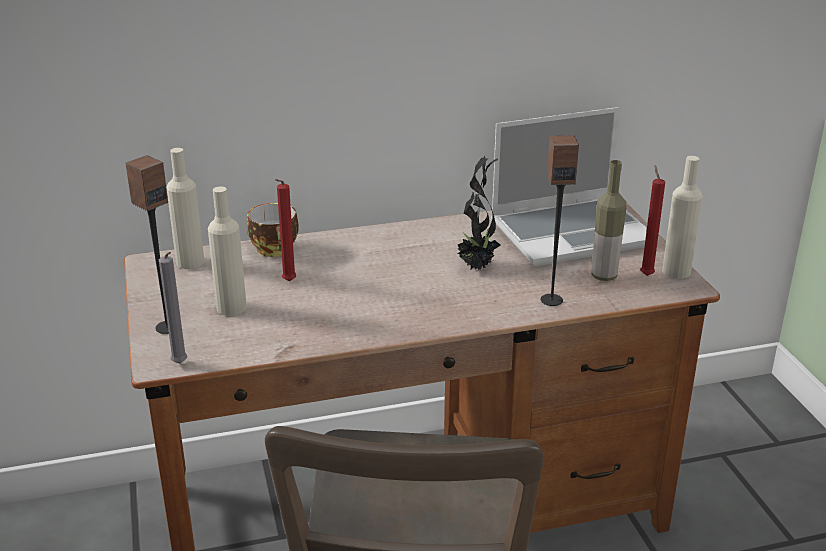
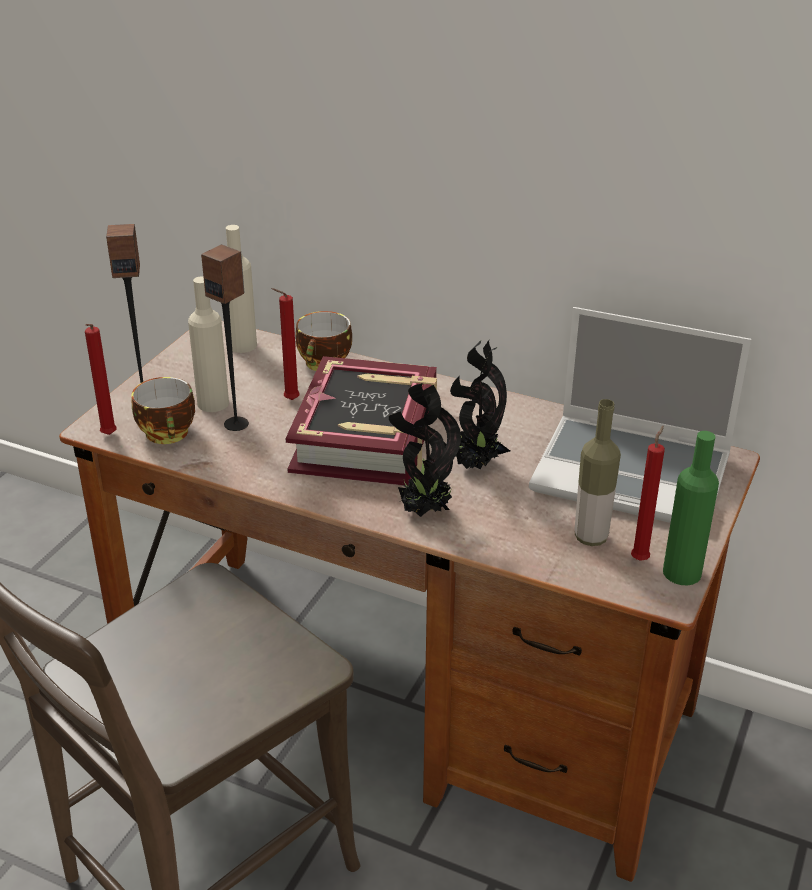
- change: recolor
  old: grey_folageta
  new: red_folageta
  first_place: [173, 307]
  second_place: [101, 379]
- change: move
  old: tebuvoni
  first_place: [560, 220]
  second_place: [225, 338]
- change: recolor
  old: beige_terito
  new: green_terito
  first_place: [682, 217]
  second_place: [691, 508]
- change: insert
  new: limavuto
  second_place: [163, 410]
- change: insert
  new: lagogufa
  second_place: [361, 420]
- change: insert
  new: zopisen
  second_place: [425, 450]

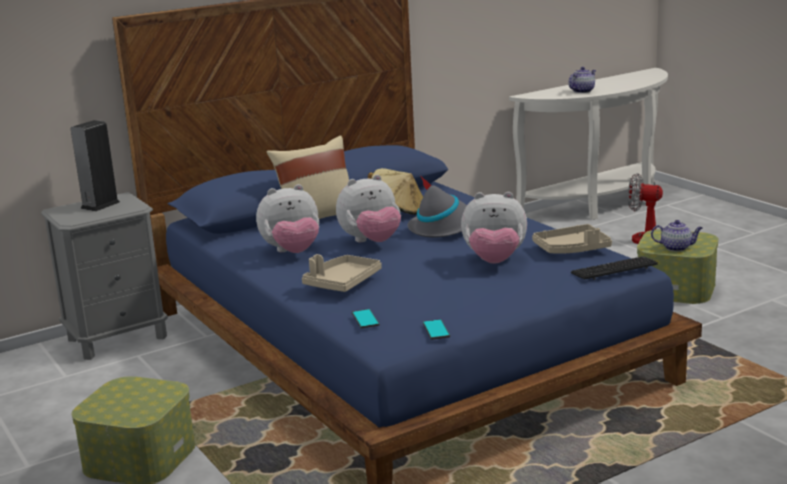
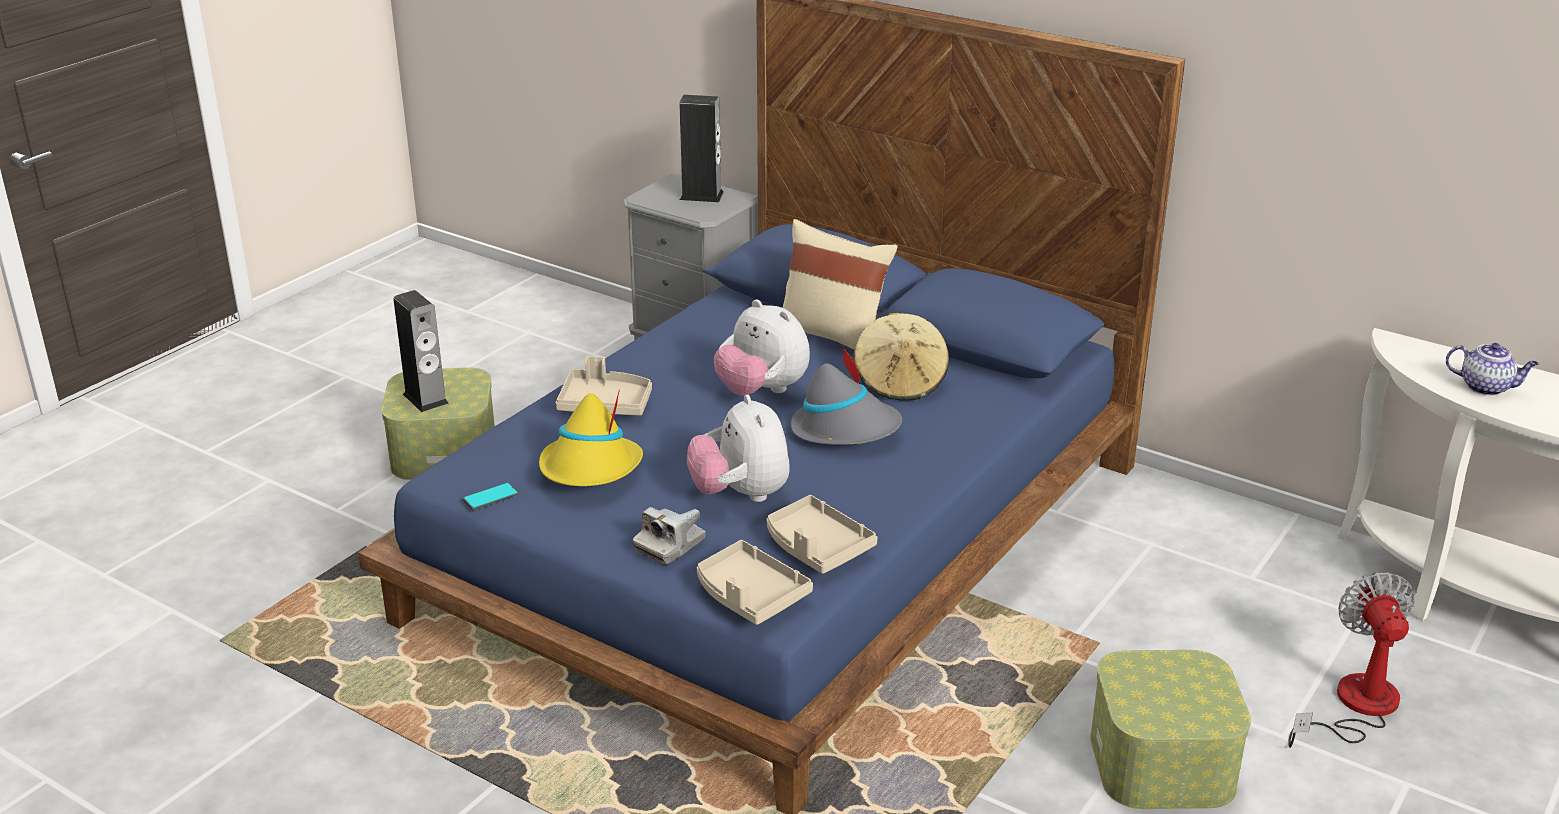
- change: delete
  old: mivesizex
  first_place: [287, 218]
- change: delete
  old: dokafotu
  first_place: [365, 318]
- change: replace
  old: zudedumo
  new: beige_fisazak
  first_place: [614, 268]
  second_place: [755, 582]
- change: delete
  old: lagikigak
  first_place: [677, 235]
- change: insert
  new: tebuvoni
  second_place: [421, 351]
- change: insert
  new: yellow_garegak
  second_place: [591, 438]
- change: insert
  new: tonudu
  second_place: [669, 536]

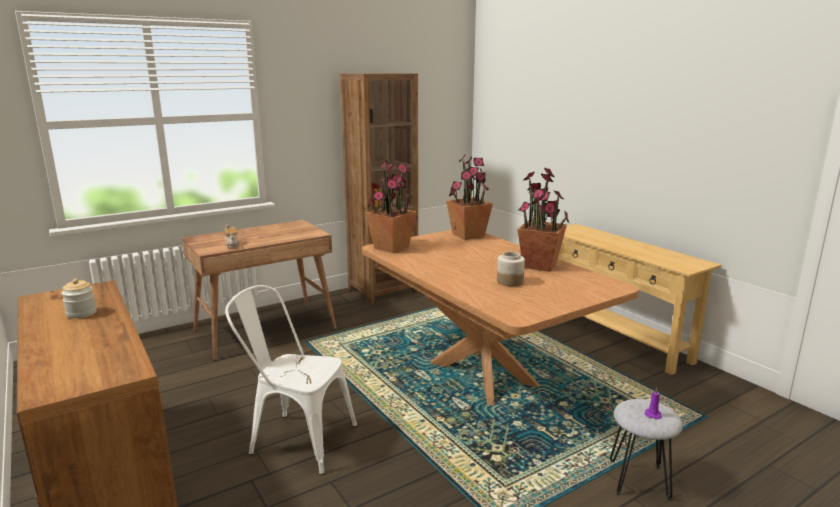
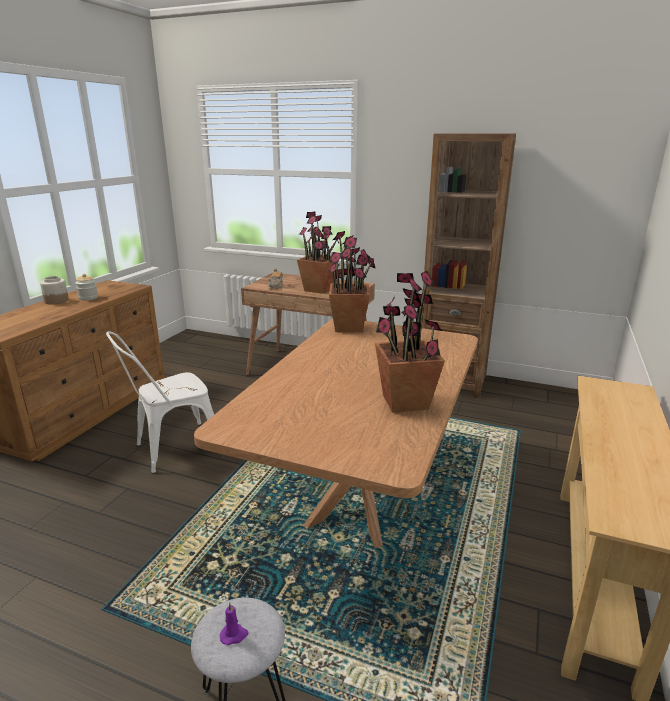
- change: rotate
  old: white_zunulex
  first_place: [291, 380]
  second_place: [160, 402]
  degrees: -105
- change: move
  old: zopisen
  first_place: [469, 197]
  second_place: [318, 253]
- change: move
  old: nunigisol
  first_place: [511, 269]
  second_place: [54, 290]

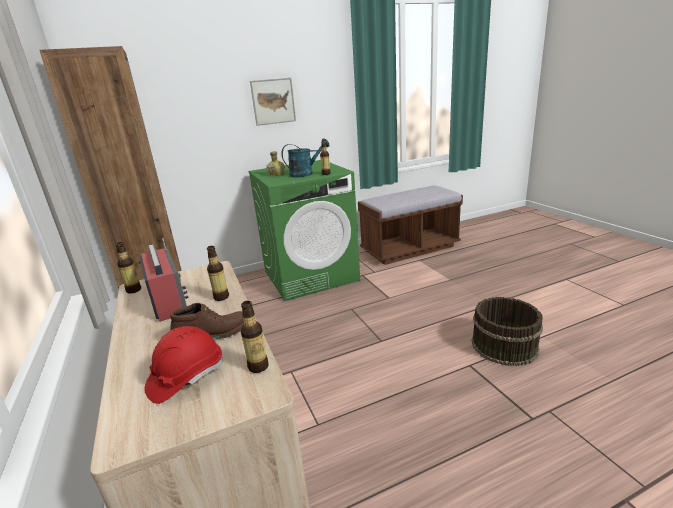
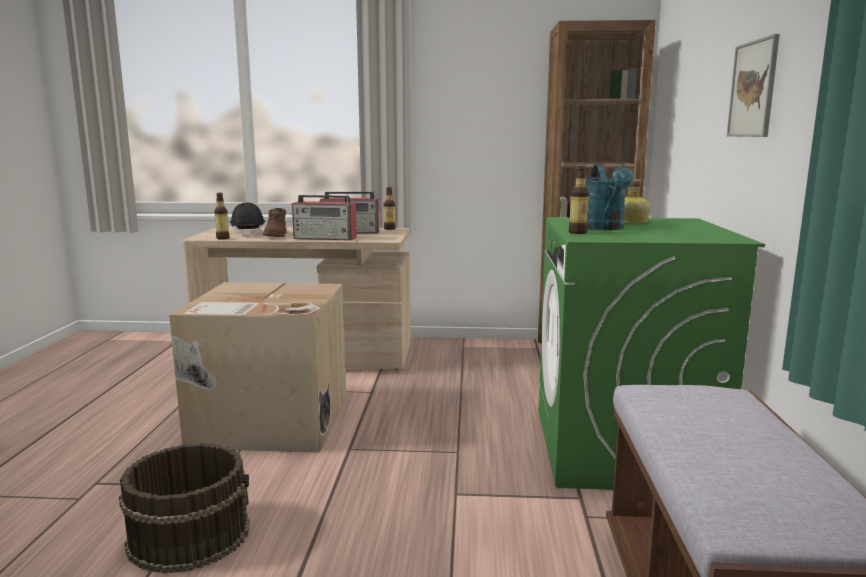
- change: recolor
  old: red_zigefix
  new: black_zigefix
  first_place: [183, 365]
  second_place: [247, 219]
- change: replace
  old: terito
  new: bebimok
  first_place: [218, 273]
  second_place: [324, 217]
- change: insert
  new: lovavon
  second_place: [257, 367]

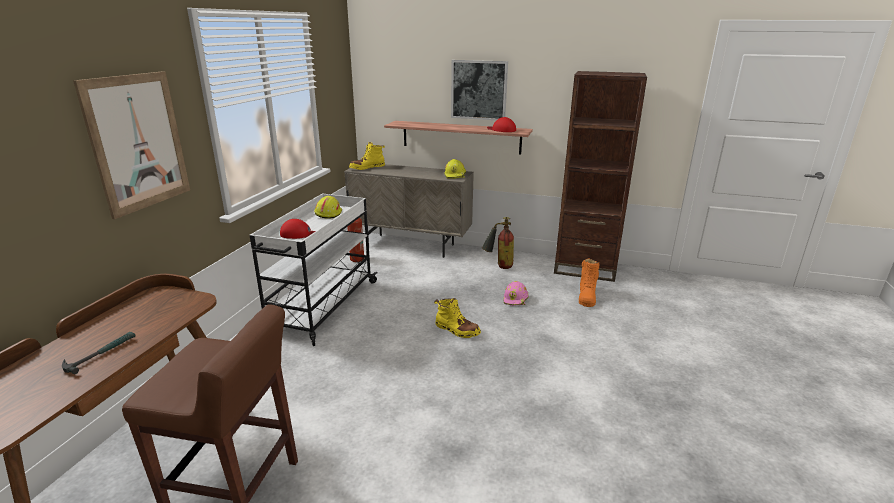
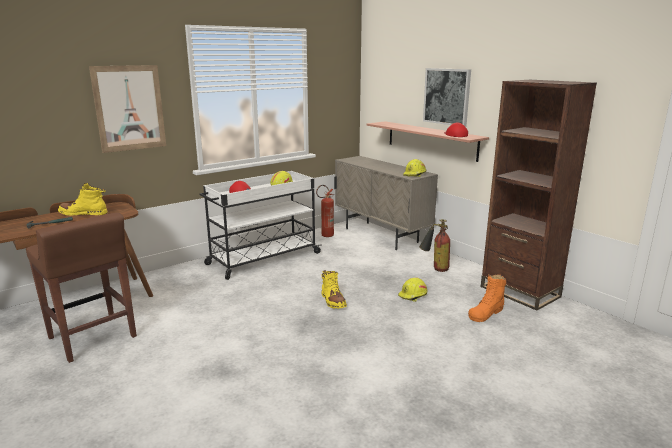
- change: move
  old: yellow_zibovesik
  first_place: [367, 156]
  second_place: [83, 199]
- change: recolor
  old: pink_zigefix
  new: yellow_zigefix
  first_place: [516, 293]
  second_place: [413, 289]

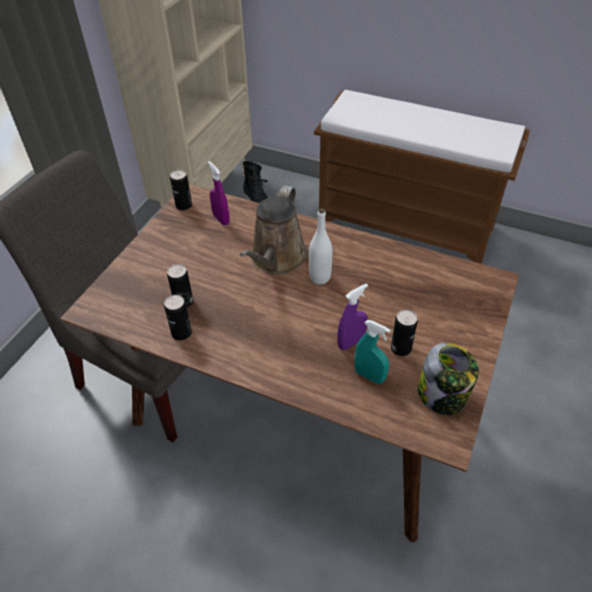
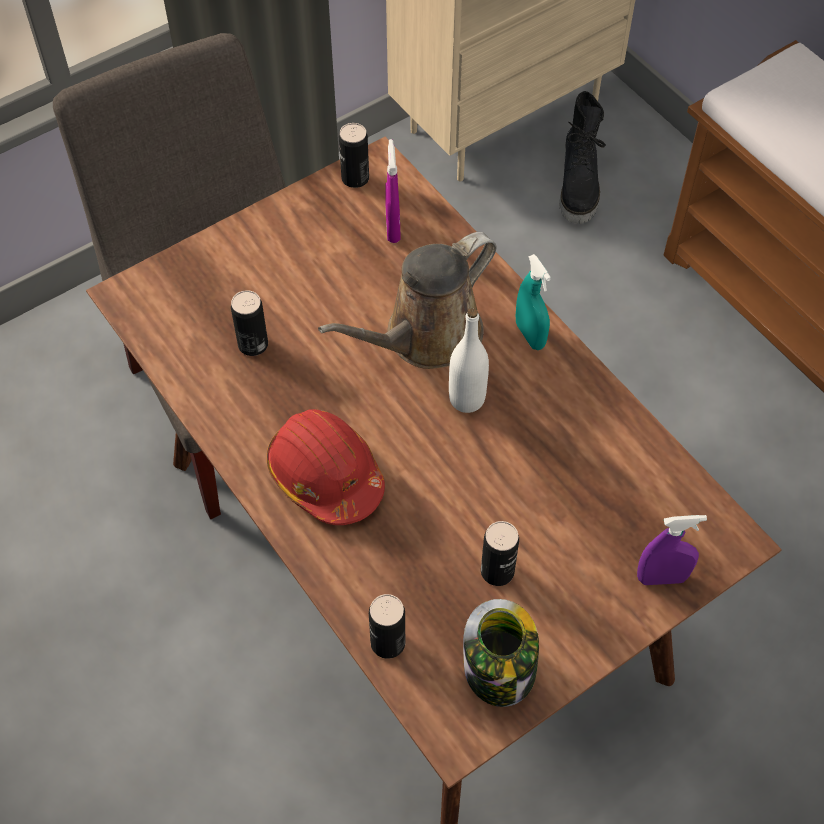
- change: move
  old: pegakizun
  first_place: [178, 317]
  second_place: [387, 626]
- change: move
  old: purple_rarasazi
  first_place: [352, 317]
  second_place: [672, 550]
- change: move
  old: turquoise_rarasazi
  first_place: [373, 352]
  second_place: [533, 302]
- change: insert
  new: red_zigefix
  second_place: [326, 467]

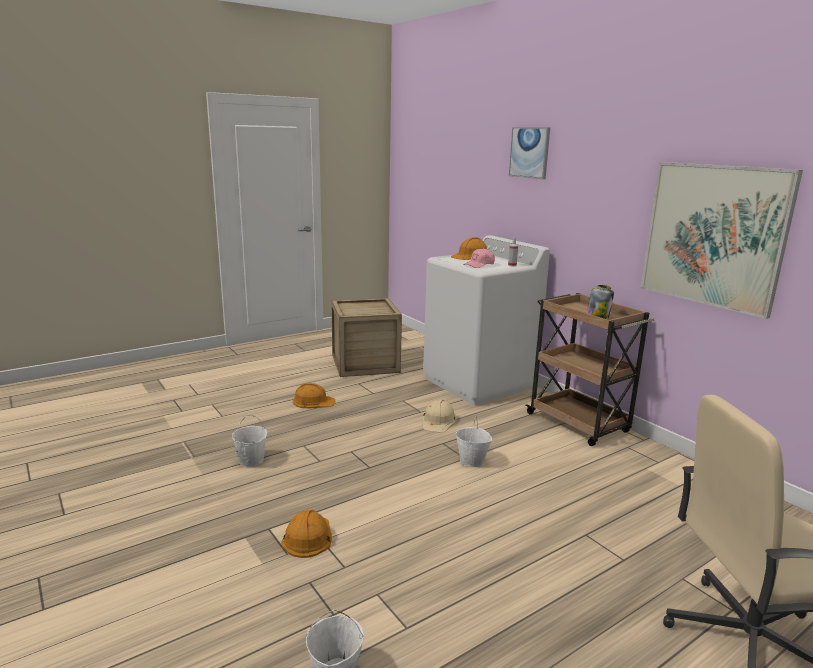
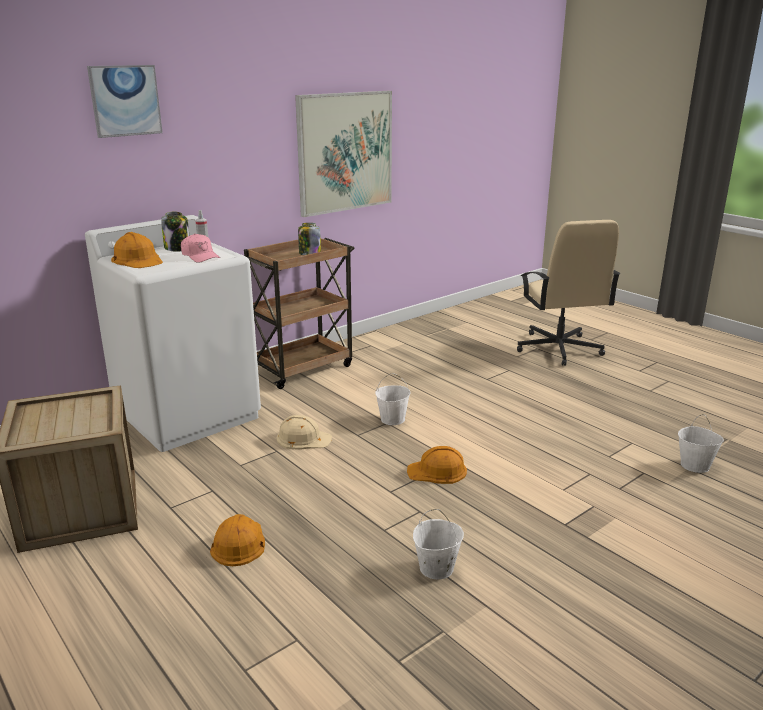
- change: move
  old: orange_zigefix
  first_place: [307, 534]
  second_place: [437, 465]
- change: insert
  new: nunigisol
  second_place: [175, 232]

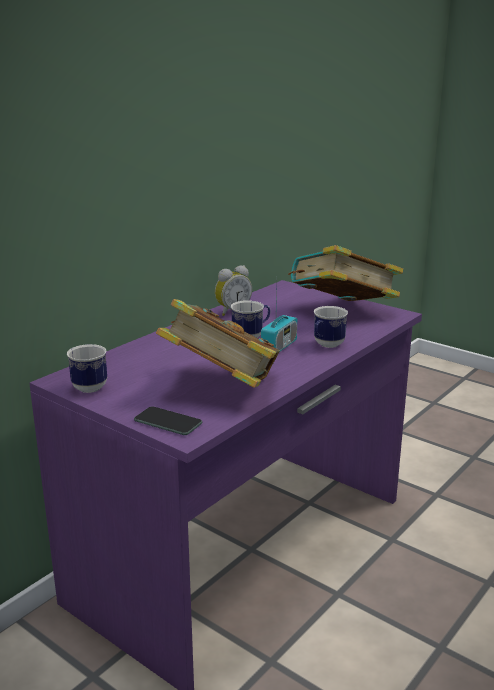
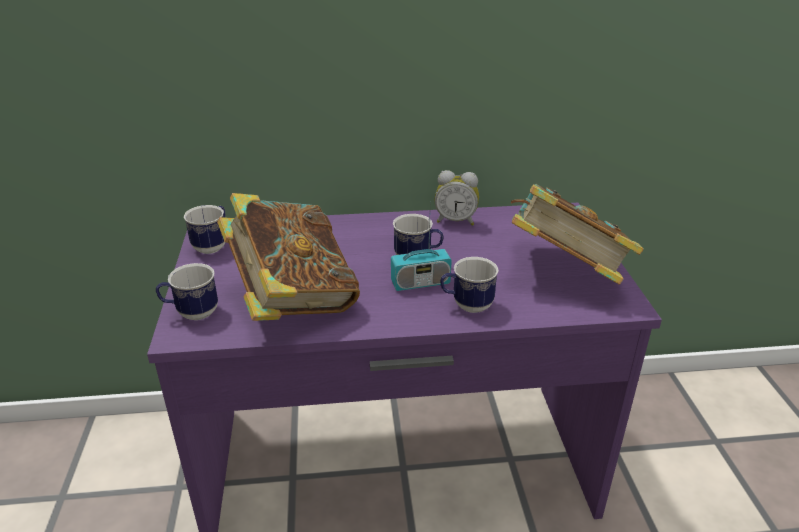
- change: replace
  old: dokafotu
  new: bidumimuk
  first_place: [168, 420]
  second_place: [187, 291]

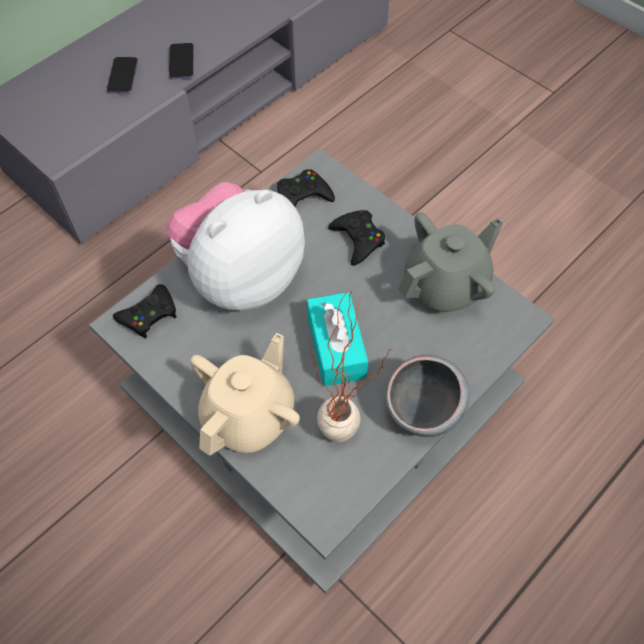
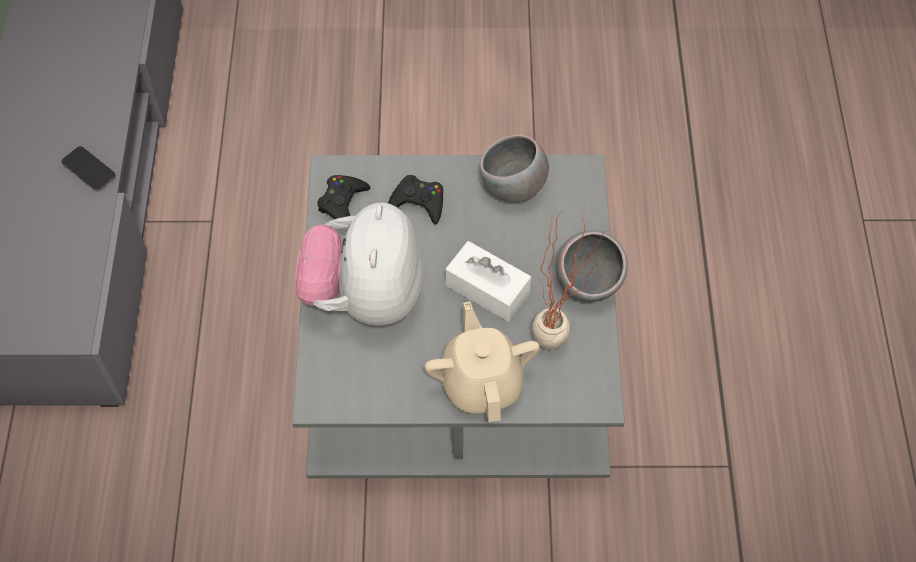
- change: delete
  old: dokafotu
  first_place: [122, 75]
- change: delete
  old: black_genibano
  first_place: [145, 311]
- change: recolor
  old: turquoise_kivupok
  new: white_kivupok
  first_place: [337, 339]
  second_place: [488, 281]
- change: replace
  old: grey_lagikigak
  new: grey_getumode
  first_place: [450, 263]
  second_place: [514, 168]

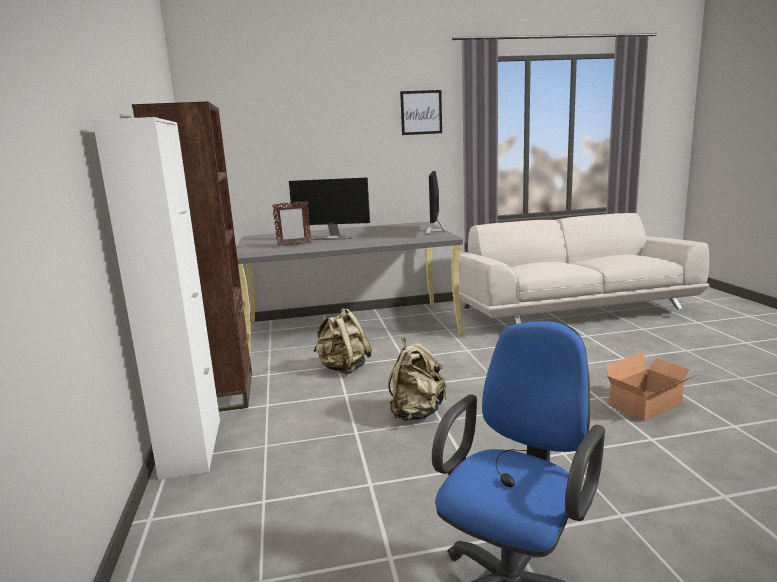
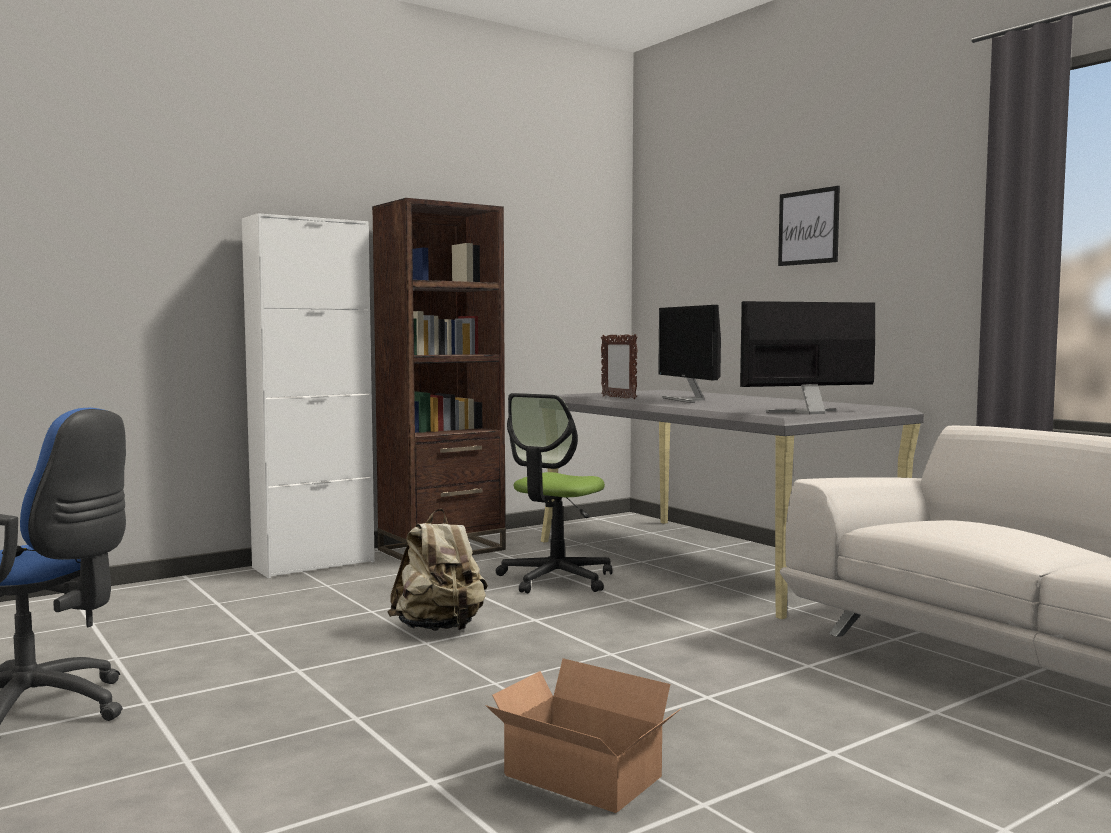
- change: replace
  old: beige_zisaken
  new: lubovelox
  first_place: [342, 341]
  second_place: [554, 493]
- change: move
  old: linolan
  first_place: [421, 112]
  second_place: [809, 226]

